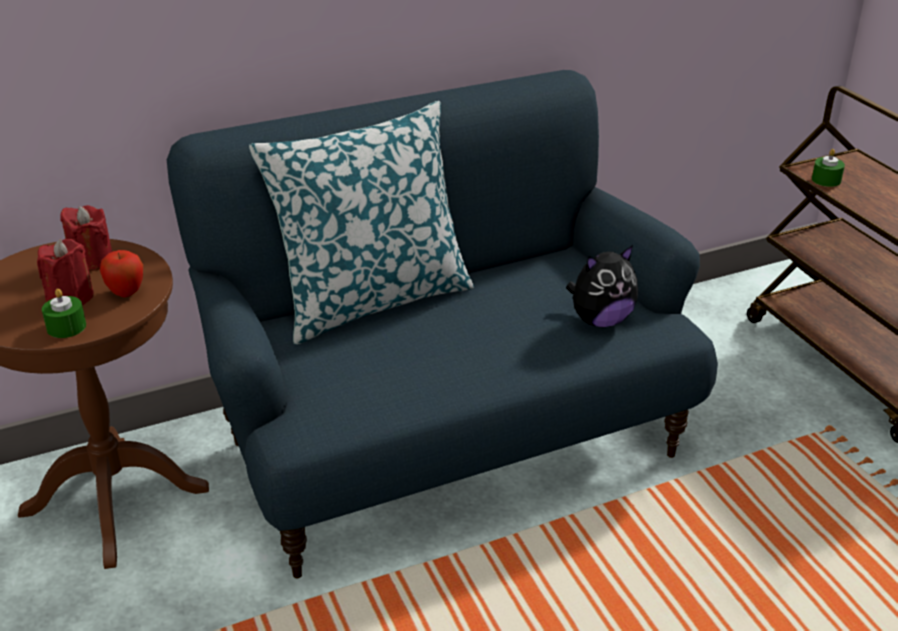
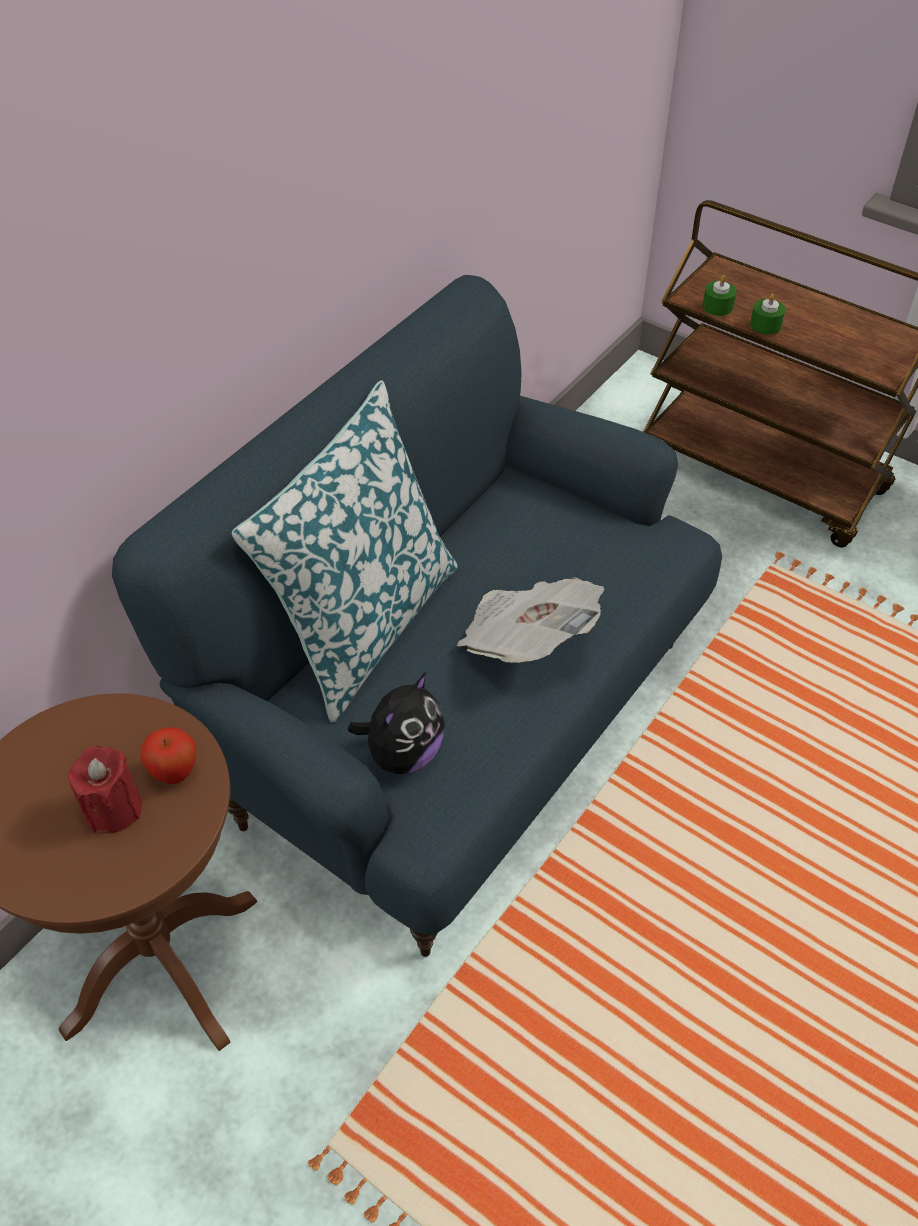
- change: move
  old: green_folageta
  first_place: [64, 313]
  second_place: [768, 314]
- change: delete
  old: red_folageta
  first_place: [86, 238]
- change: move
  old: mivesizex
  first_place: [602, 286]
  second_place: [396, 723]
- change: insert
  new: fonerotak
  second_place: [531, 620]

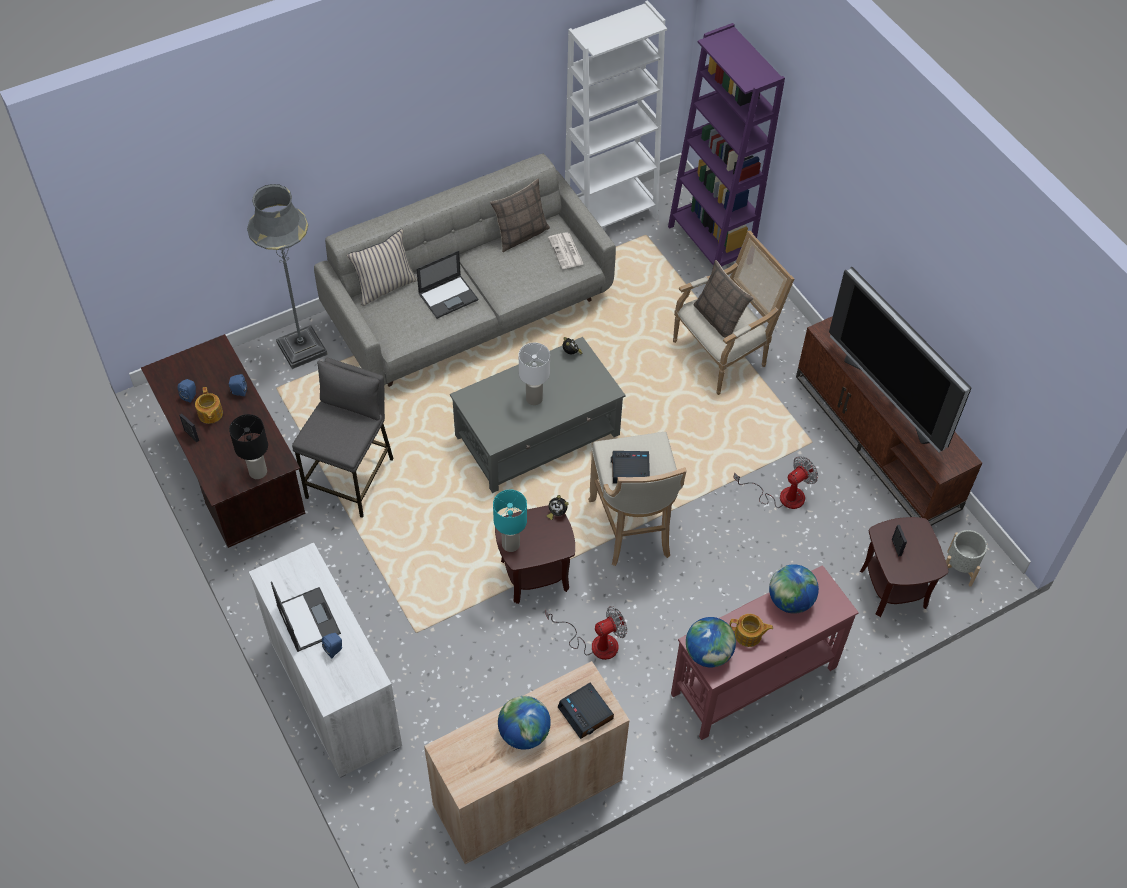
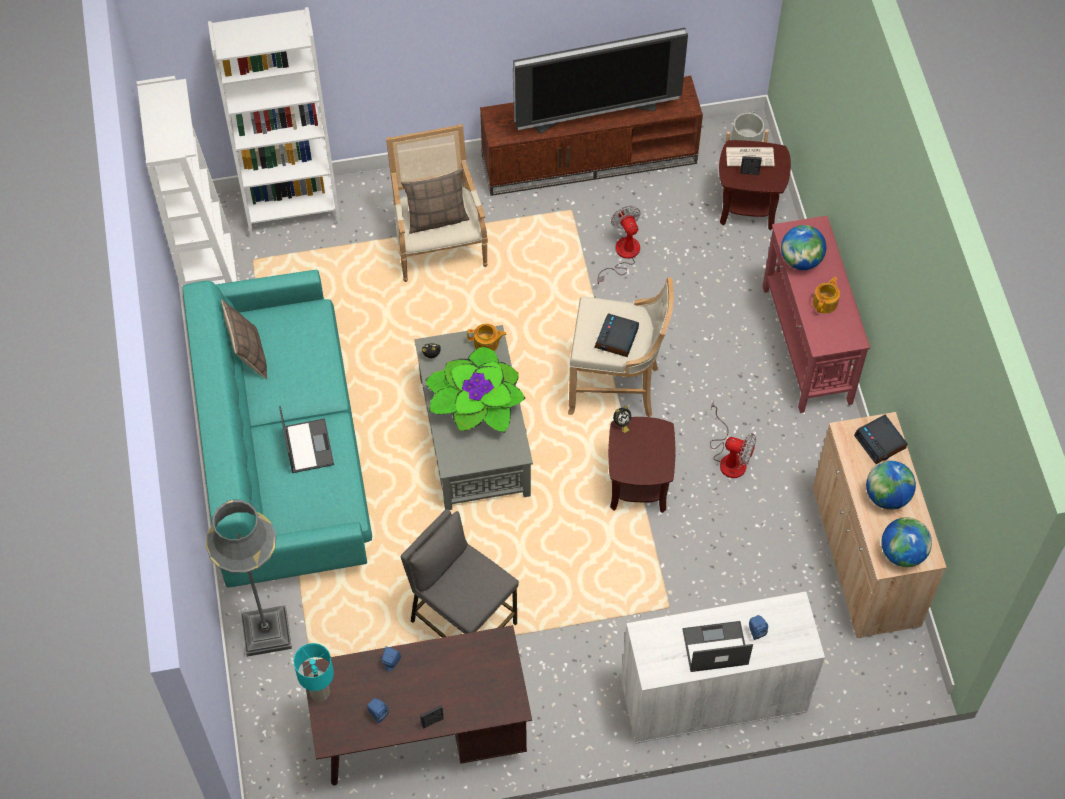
- change: move
  old: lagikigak
  first_place: [209, 405]
  second_place: [486, 337]
- change: delete
  old: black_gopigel
  first_place: [248, 446]
- change: recolor
  old: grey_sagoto
  new: turquoise_sagoto
  first_place: [465, 270]
  second_place: [277, 428]
- change: delete
  old: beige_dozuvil
  first_place: [382, 267]
- change: move
  old: turquoise_gopigel
  first_place: [510, 521]
  second_place: [314, 672]
- change: replace
  old: white_gopigel
  new: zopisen
  first_place: [534, 374]
  second_place: [475, 390]
- change: rotate
  old: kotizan
  first_place: [586, 633]
  second_place: [733, 439]
  degrees: 120
- change: move
  old: fonerotak
  first_place: [566, 250]
  second_place: [750, 156]
- change: rotate
  old: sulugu
  first_place: [586, 711]
  second_place: [880, 439]
  degrees: 75
- change: recolor
  old: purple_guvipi
  new: white_guvipi
  first_place: [726, 145]
  second_place: [274, 122]
- change: move
  old: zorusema
  first_place: [711, 642]
  second_place: [906, 542]

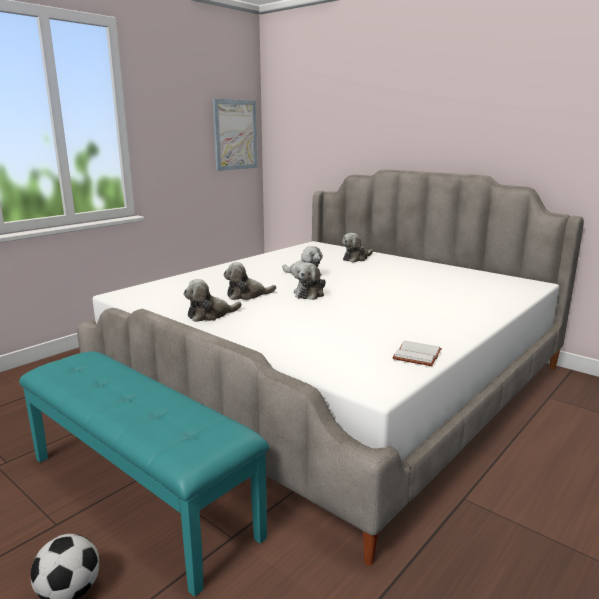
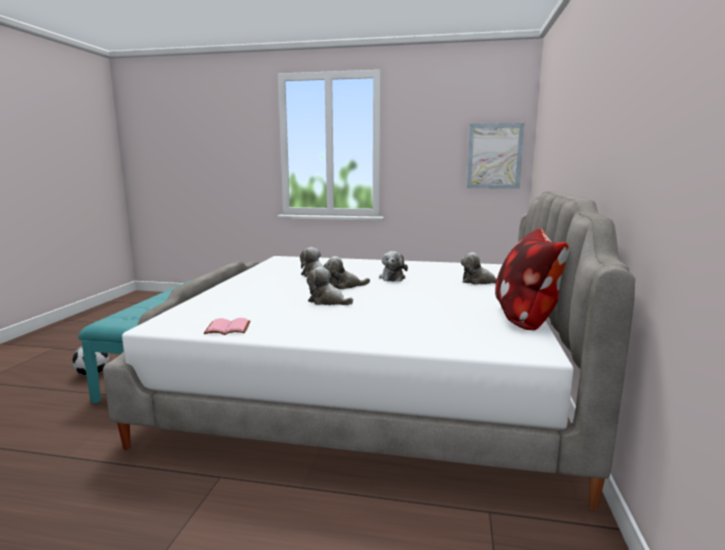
- change: move
  old: mivesizex
  first_place: [212, 300]
  second_place: [330, 286]
- change: recolor
  old: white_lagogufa
  new: pink_lagogufa
  first_place: [417, 353]
  second_place: [227, 326]
- change: insert
  new: dozuvil
  second_place: [532, 279]

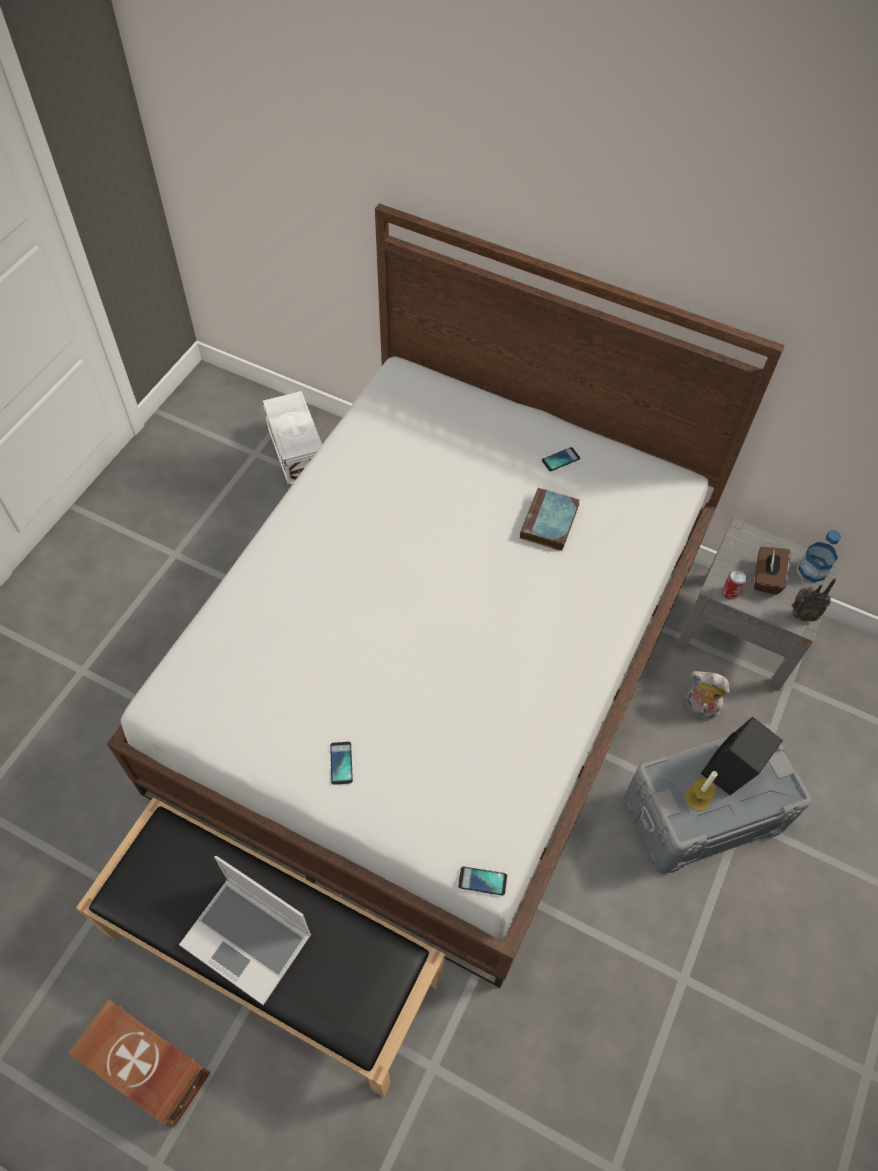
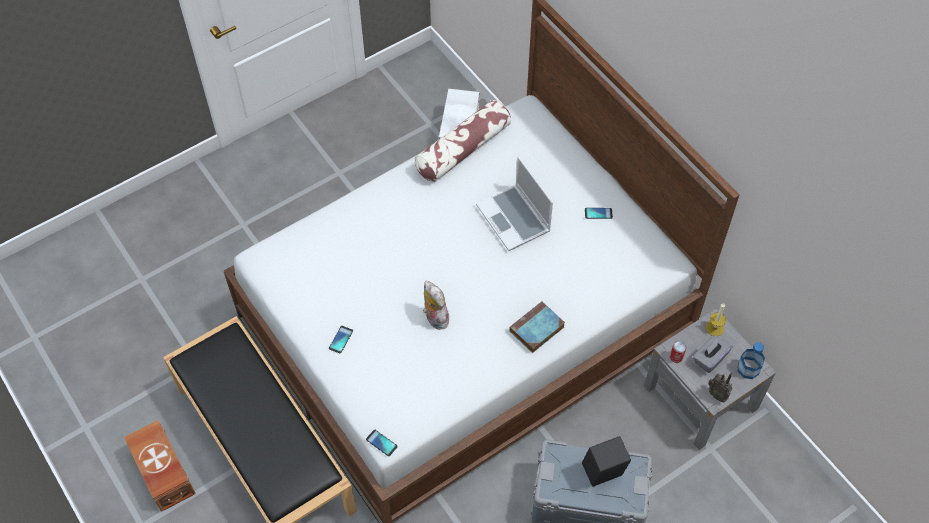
- change: move
  old: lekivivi
  first_place: [245, 930]
  second_place: [514, 204]
- change: move
  old: lagogufa
  first_place: [550, 519]
  second_place: [537, 327]
- change: move
  old: folageta
  first_place: [701, 791]
  second_place: [716, 319]
- change: move
  old: mivesizex
  first_place: [708, 695]
  second_place: [436, 305]
- change: recolor
  old: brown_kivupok
  new: grey_kivupok
  first_place: [772, 571]
  second_place: [713, 354]
- change: insert
  new: dozuvil
  second_place: [463, 141]

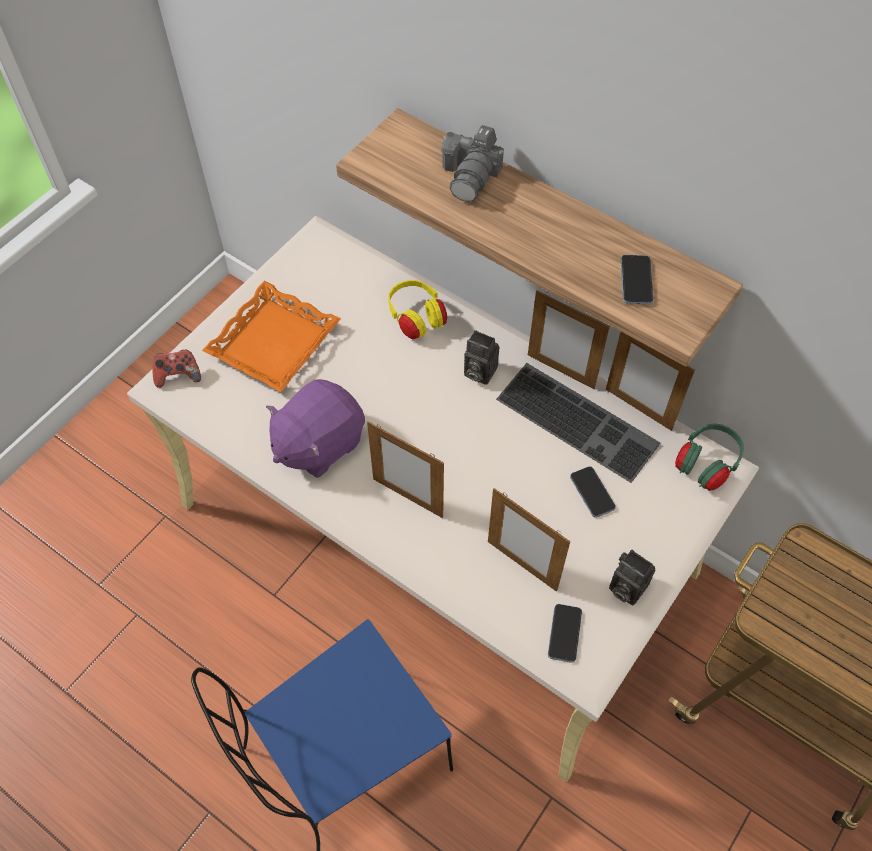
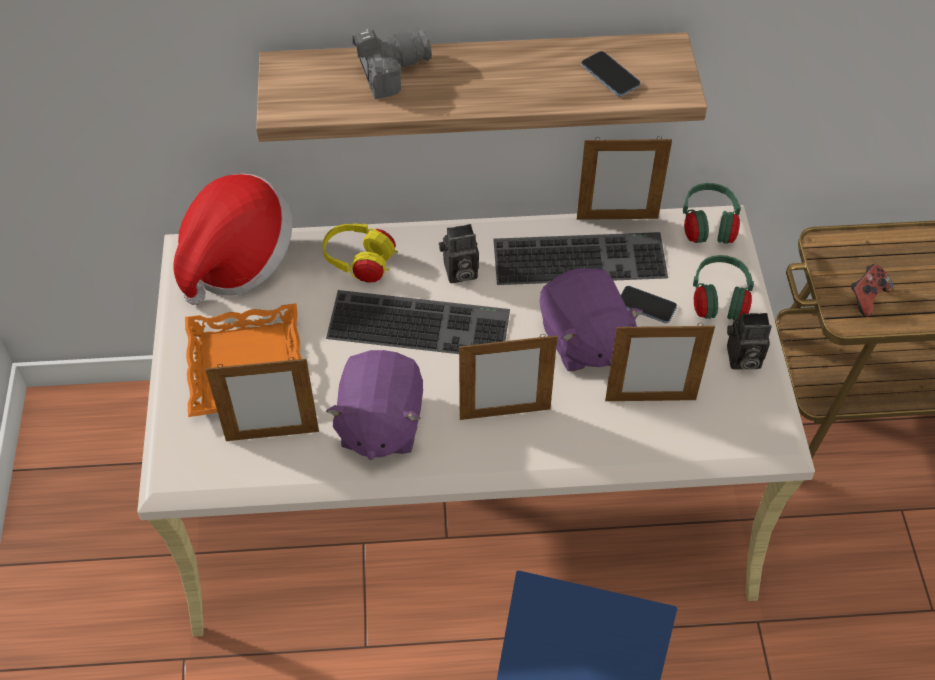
- change: move
  old: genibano
  first_place: [176, 369]
  second_place: [872, 290]
- change: rotate
  old: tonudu
  first_place: [472, 163]
  second_place: [392, 64]
  degrees: -90
- change: move
  old: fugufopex
  first_place: [569, 339]
  second_place: [262, 399]
- change: delete
  old: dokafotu
  first_place: [565, 633]
- change: insert
  new: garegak
  second_place: [232, 239]
- change: insert
  new: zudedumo
  second_place: [418, 322]
- change: insert
  new: purple_mivesizex
  second_place: [591, 319]
- change: insert
  new: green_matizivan
  second_place: [723, 288]

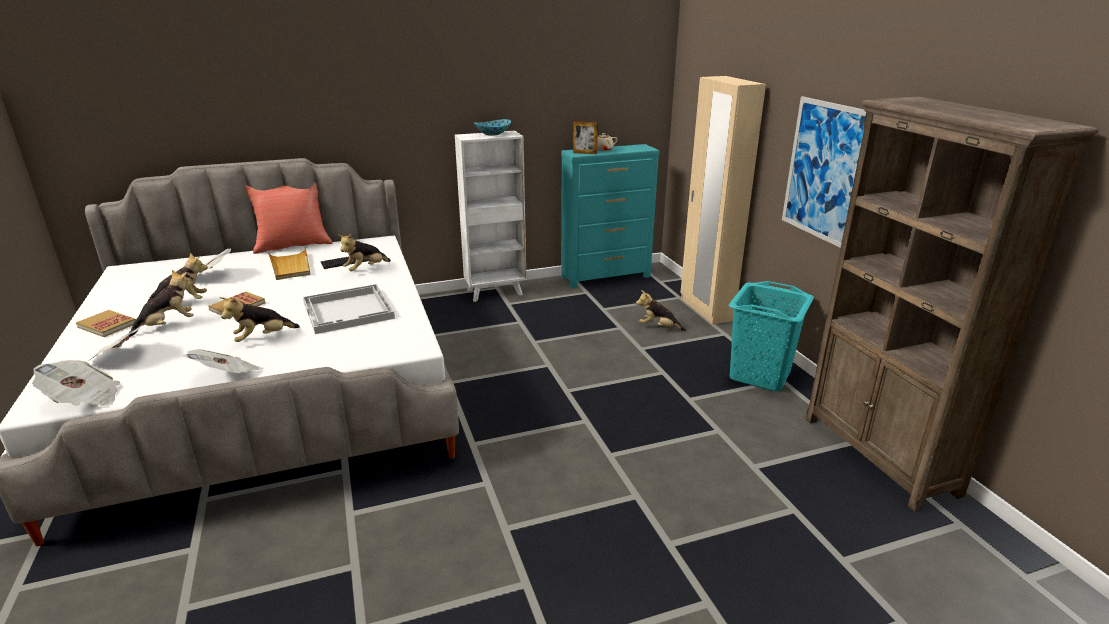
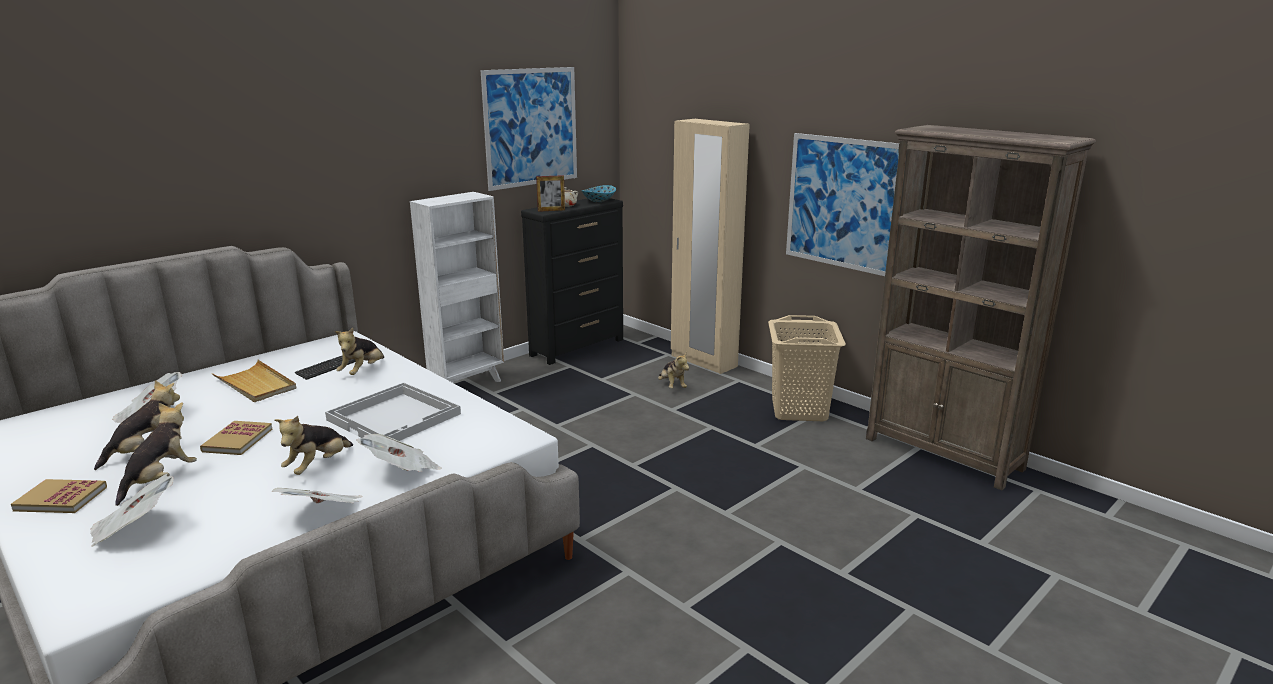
- change: move
  old: fonerotak
  first_place: [76, 383]
  second_place: [399, 453]
- change: delete
  old: red_dozuvil
  first_place: [289, 218]
- change: move
  old: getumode
  first_place: [492, 127]
  second_place: [599, 193]
- change: recolor
  old: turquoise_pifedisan
  new: black_pifedisan
  first_place: [610, 216]
  second_place: [572, 281]
- change: rotate
  old: mivesizex
  first_place: [661, 310]
  second_place: [674, 370]
  degrees: -105
- change: recolor
  old: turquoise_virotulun
  new: beige_virotulun
  first_place: [771, 336]
  second_place: [807, 368]
- change: insert
  new: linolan
  second_place: [529, 129]

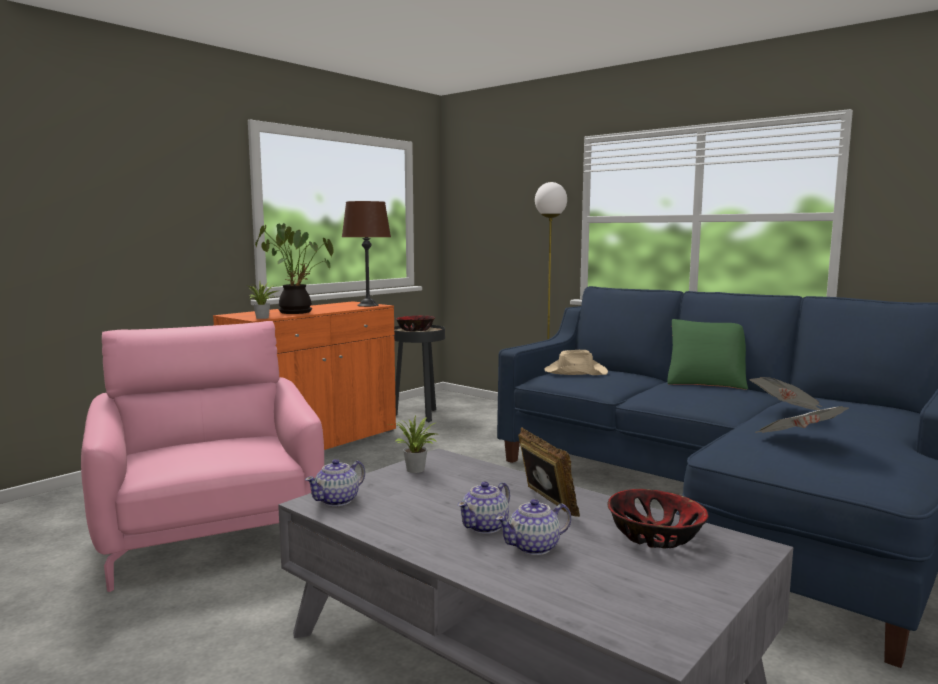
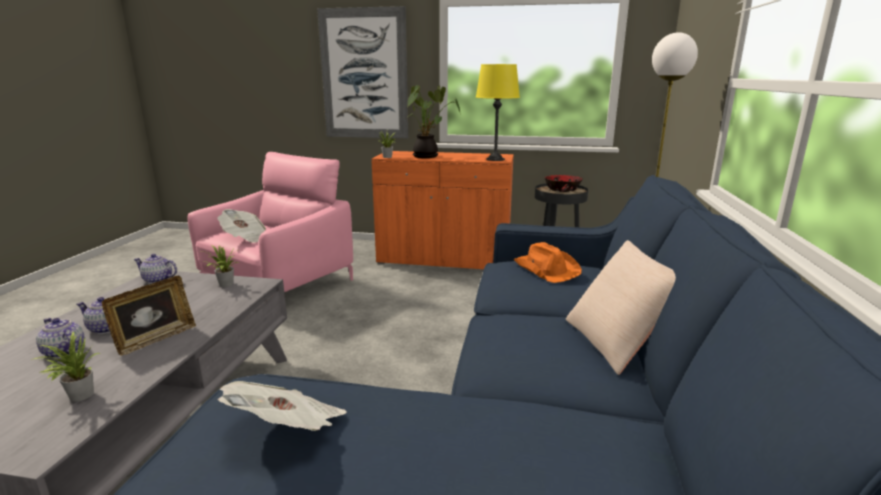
- change: recolor
  old: brown_gopigel
  new: yellow_gopigel
  first_place: [366, 254]
  second_place: [498, 112]
- change: recolor
  old: beige_garegak
  new: orange_garegak
  first_place: [576, 362]
  second_place: [548, 262]
- change: replace
  old: getumode
  new: zopisen
  first_place: [658, 518]
  second_place: [66, 366]
- change: recolor
  old: green_dozuvil
  new: beige_dozuvil
  first_place: [707, 354]
  second_place: [621, 307]
- change: move
  old: fonerotak
  first_place: [786, 393]
  second_place: [241, 226]
- change: insert
  new: linolan
  second_place: [362, 72]

